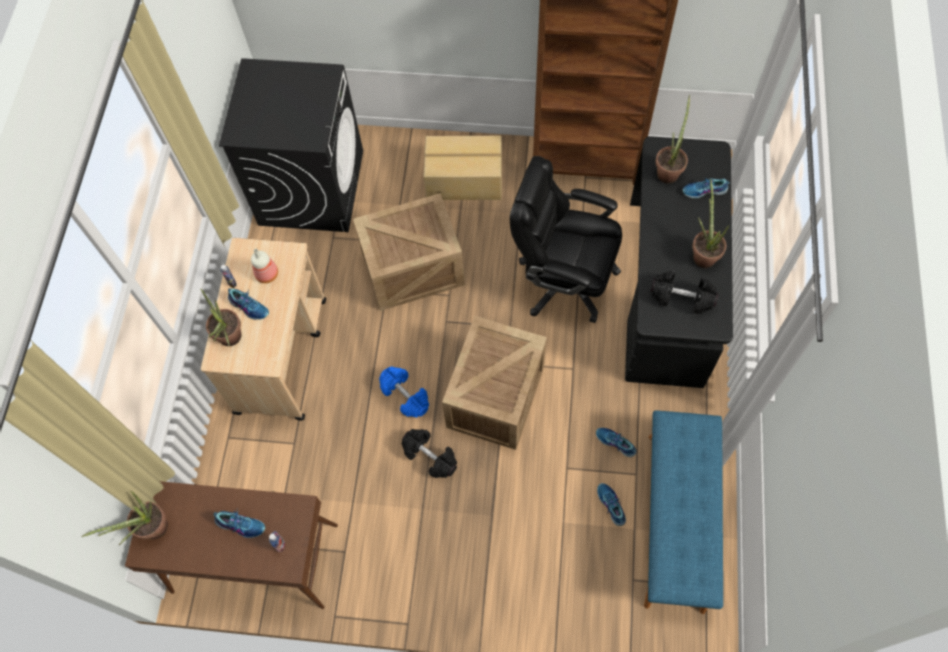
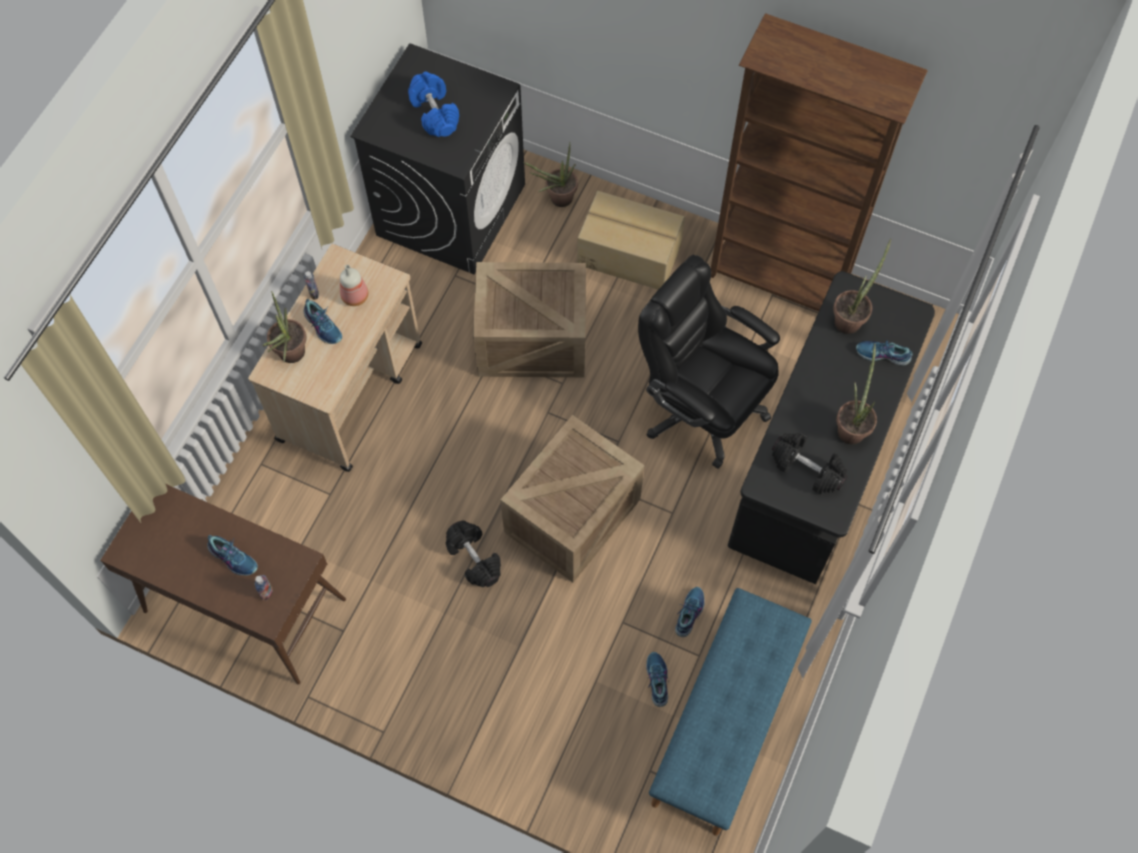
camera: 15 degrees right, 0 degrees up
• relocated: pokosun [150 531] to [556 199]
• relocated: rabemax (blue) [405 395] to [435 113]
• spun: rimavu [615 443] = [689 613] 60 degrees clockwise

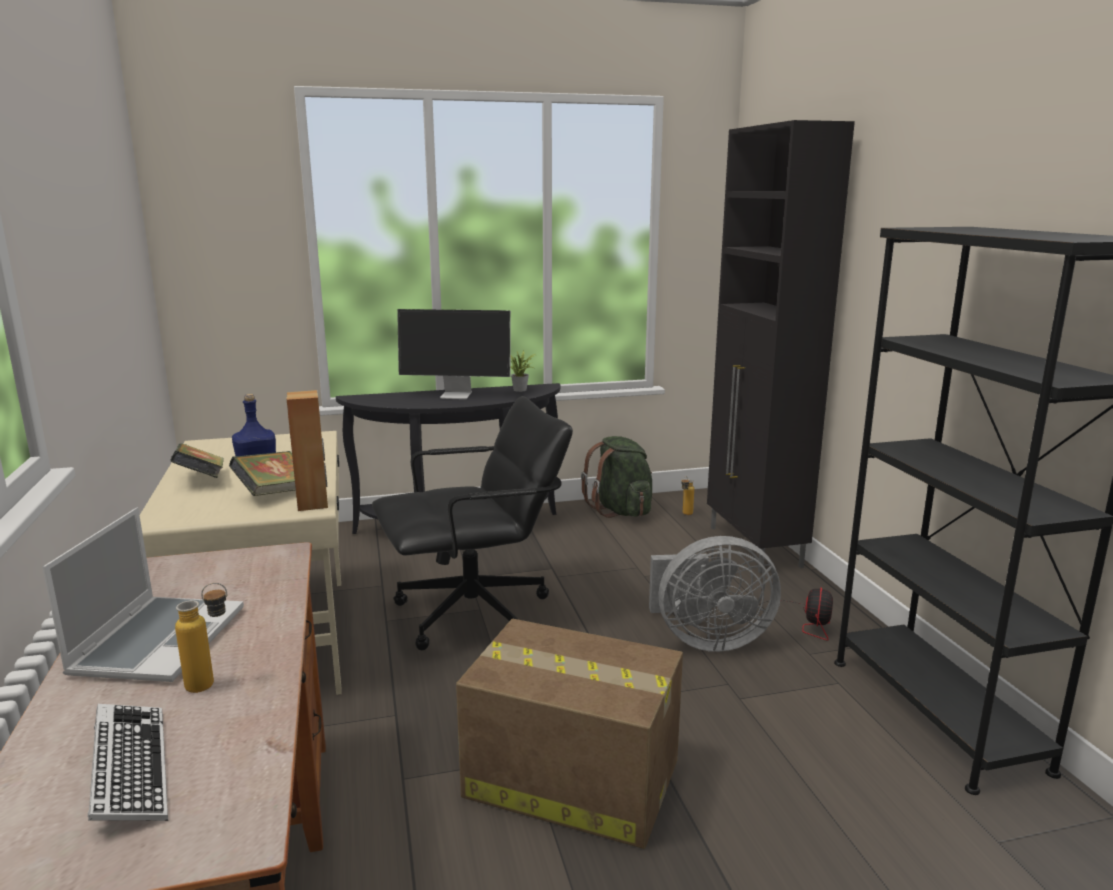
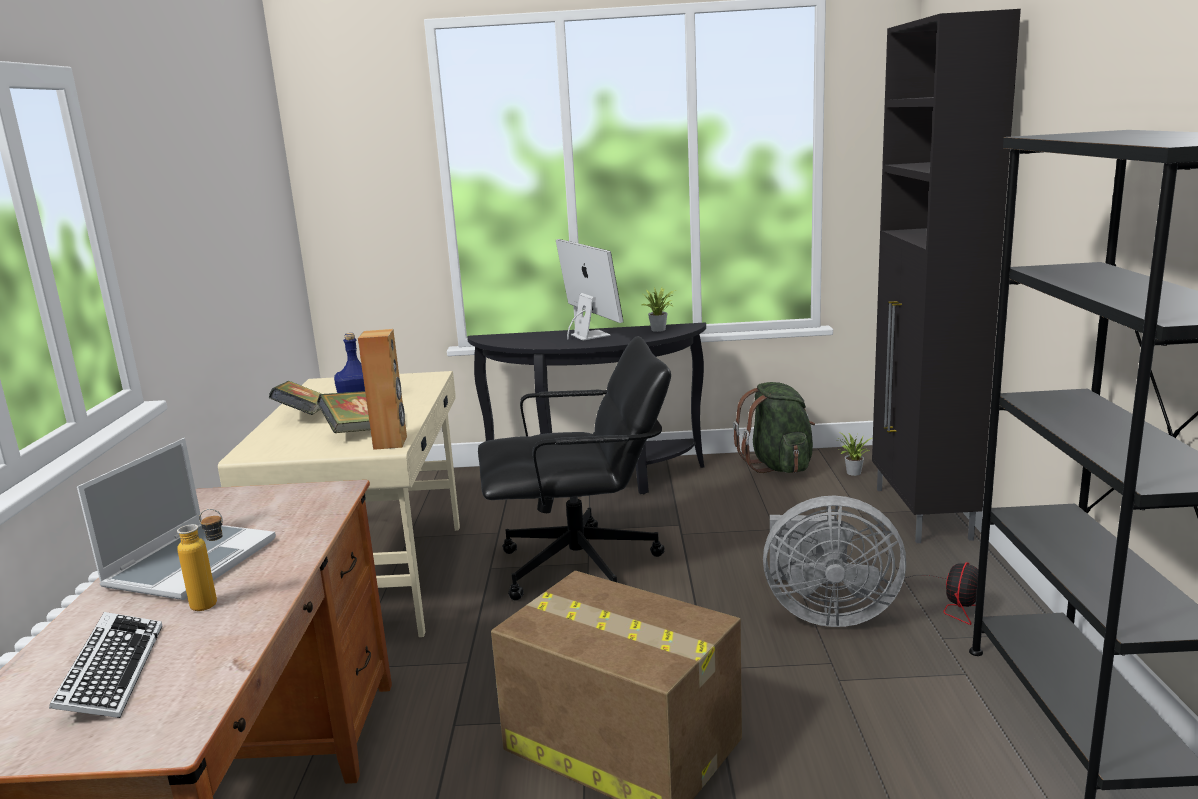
camera: 15 degrees right, 0 degrees up
• exchanged: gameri [685 514] to pokosun [852 473]
• spun: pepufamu [457 395] = [589 335] 135 degrees counterclockwise

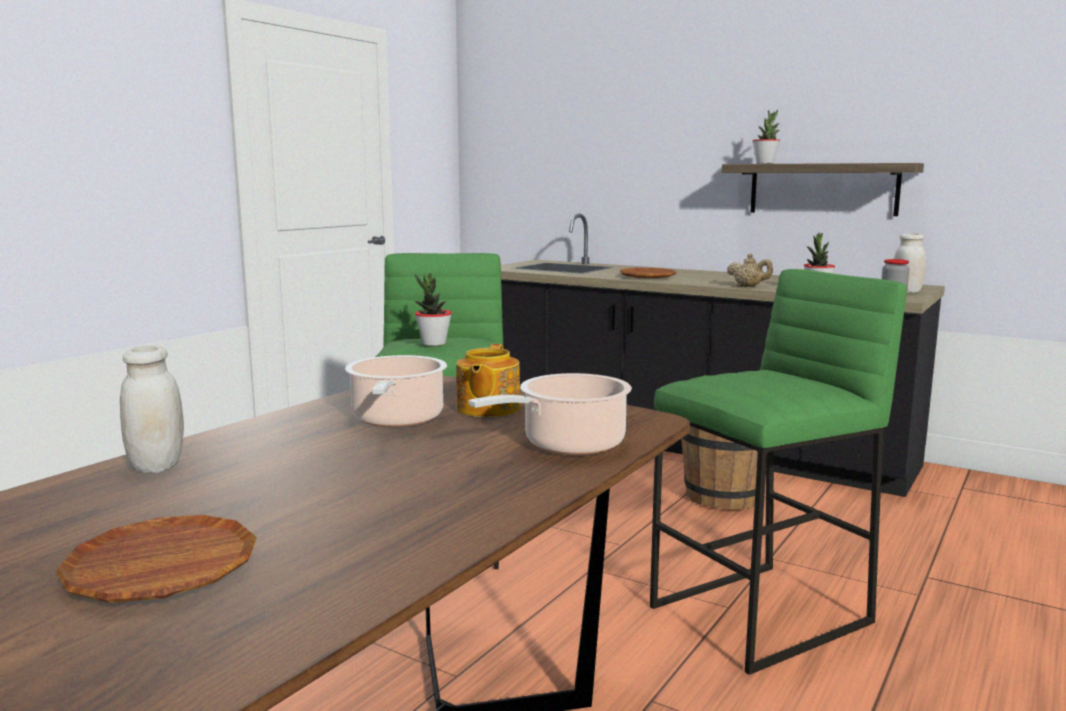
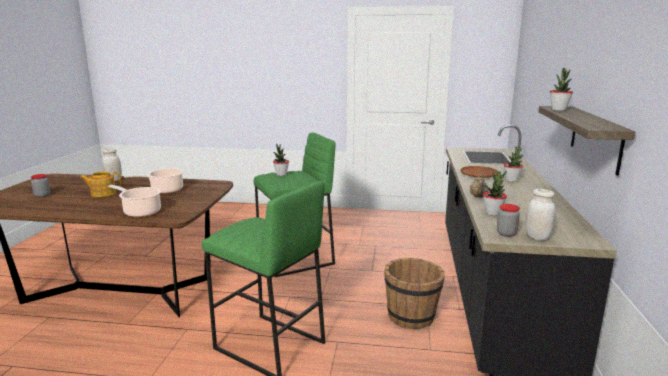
camera: 65 degrees right, 5 degrees up
• appeared: pokosun [511 180]
• relocated: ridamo [487 408] to [103 193]
• exchanged: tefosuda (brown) [162 570] to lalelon [42 195]

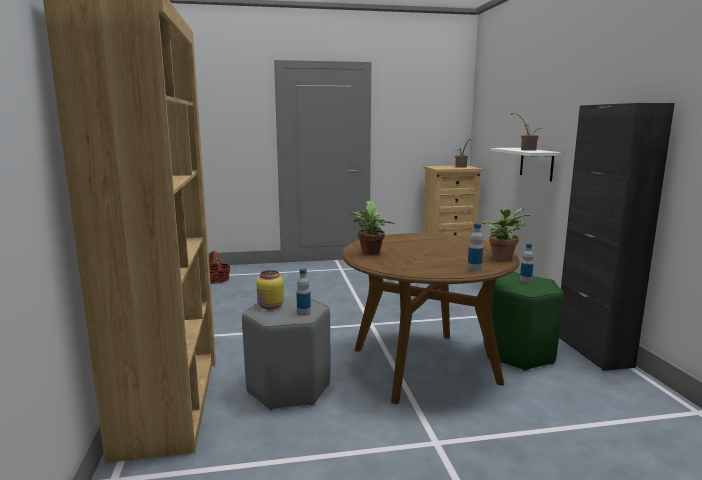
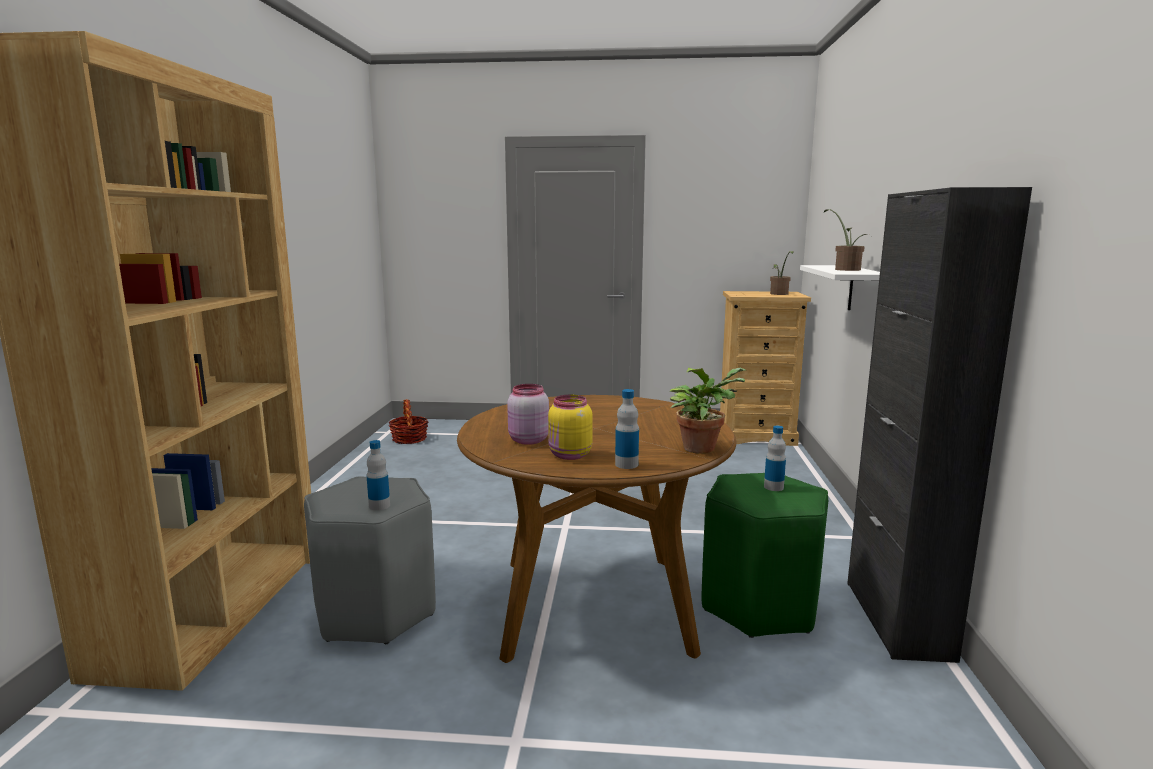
camera: 15 degrees right, 0 degrees up
• missing: pokosun [370 253]
• appeared: lalelon (pink) [527 440]
• relocated: lalelon (yellow) [270 307] to [569 455]

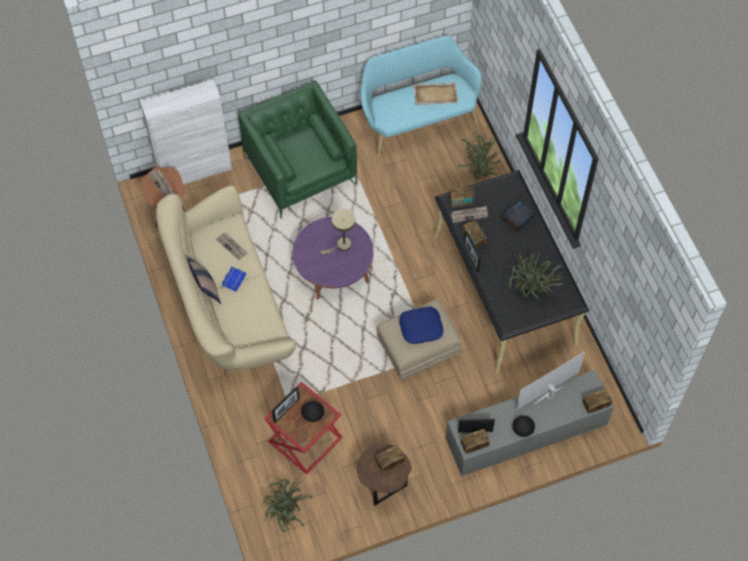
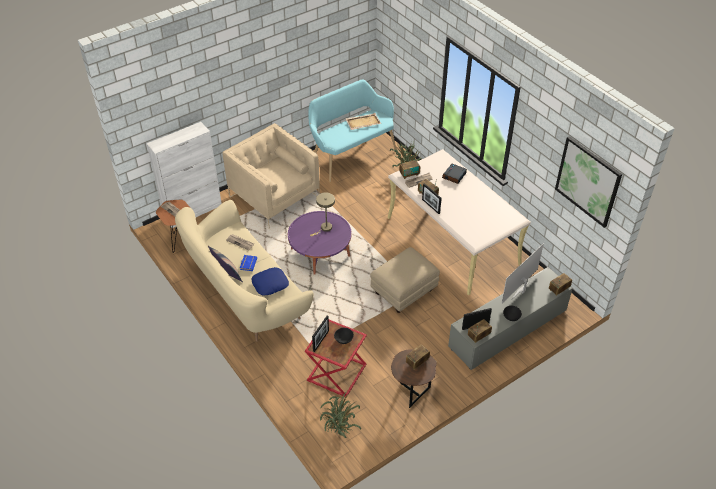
camera: 15 degrees left, 15 degrees down
• missing: pokosun [531 293]
• appeared: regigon [588 181]
• relocated: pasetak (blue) [421 327] to [270 284]
• colour: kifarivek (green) [300 171] to kifarivek (beige) [274 197]
• colour: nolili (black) [504 290] to nolili (beige) [453 240]

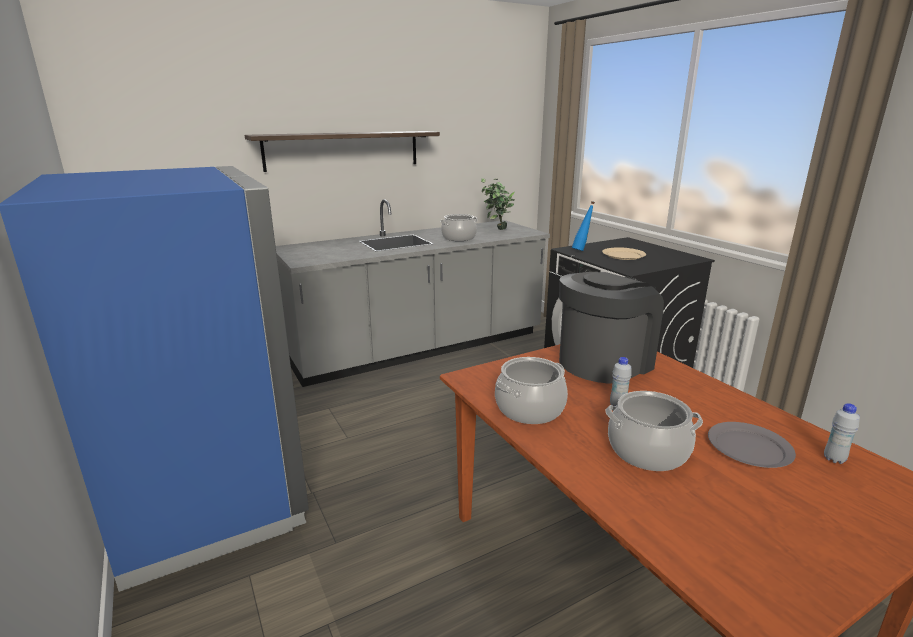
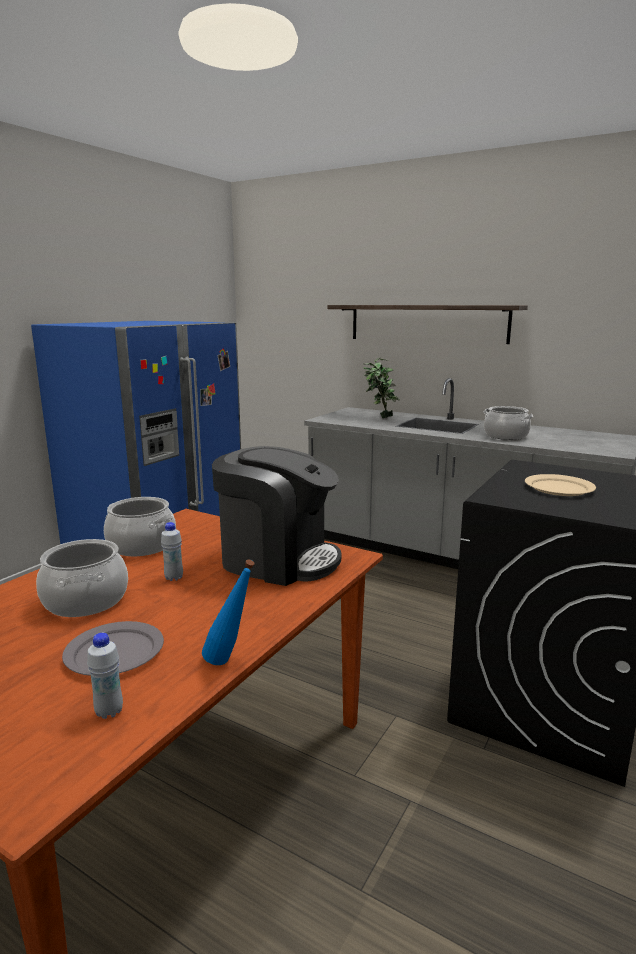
camera: 60 degrees right, 5 degrees down
• relocated: pokosun [496 229] to [379 417]
• relocated: gameri (blue) [581 250] to [230 663]

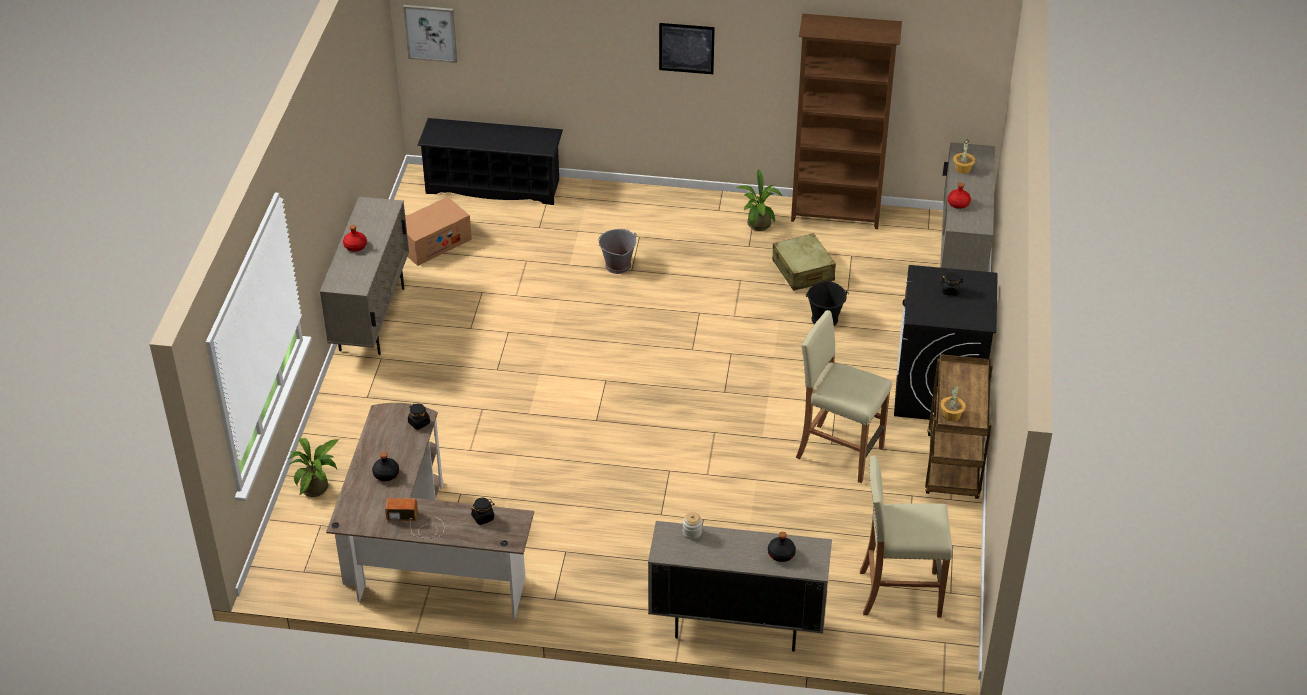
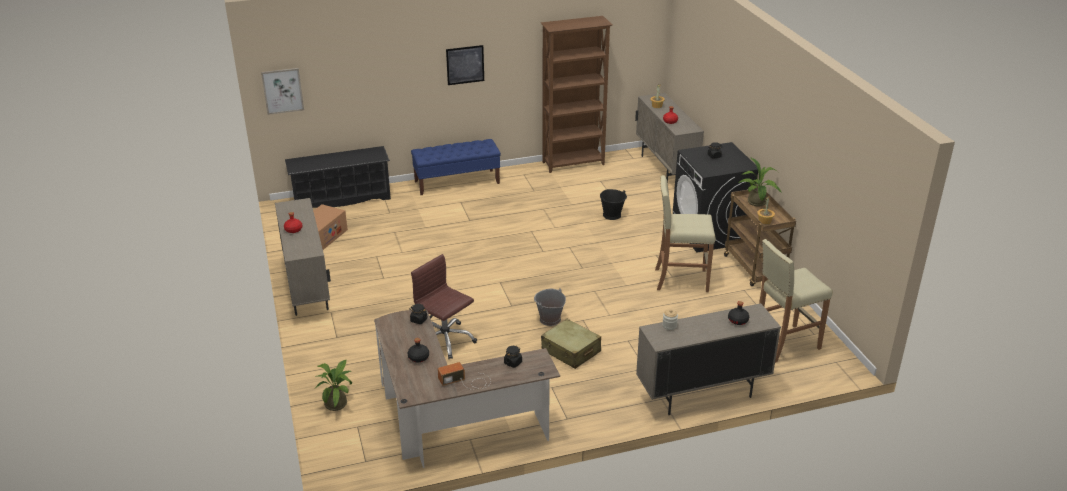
camera: 25 degrees left, 10 degrees down
• appeared: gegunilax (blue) [457 182]
• appeared: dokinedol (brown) [445 340]
• relocated: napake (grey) [617 265] to [549 319]
• relocated: pokosun [758 226] to [757 203]
• relocated: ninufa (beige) [803 271] to [571 351]

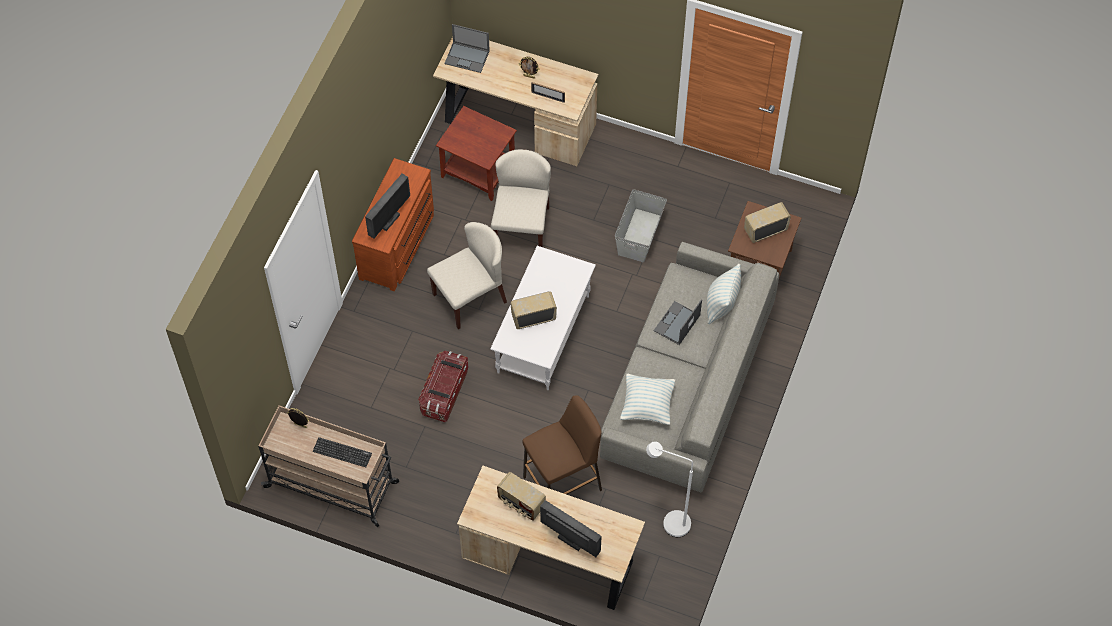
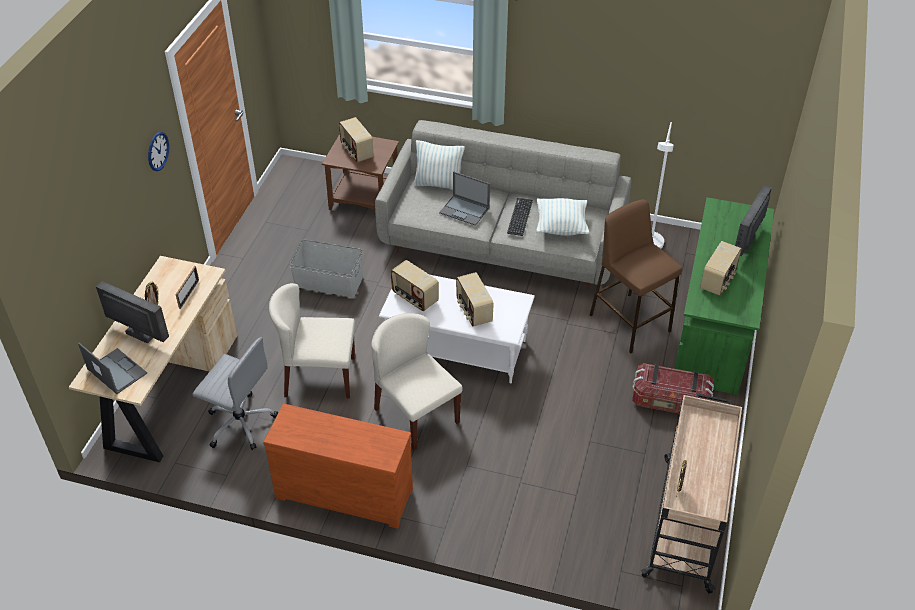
camera: 95 degrees left, 15 degrees down
• appeared: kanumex [158 151]
• appeared: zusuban [414 298]
• relocated: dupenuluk [342 452] to [519 217]
• relocated: pepufamu [389 221] to [139 336]
• relocated: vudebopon [444 393] to [670 402]
• exchanged: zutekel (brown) [477 172] to dokinedol (grey) [240 423]
• colour: nolili (beige) [551 560] to nolili (green) [715 326]
• spun: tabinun [467 57] = [116 371] 60 degrees counterclockwise

